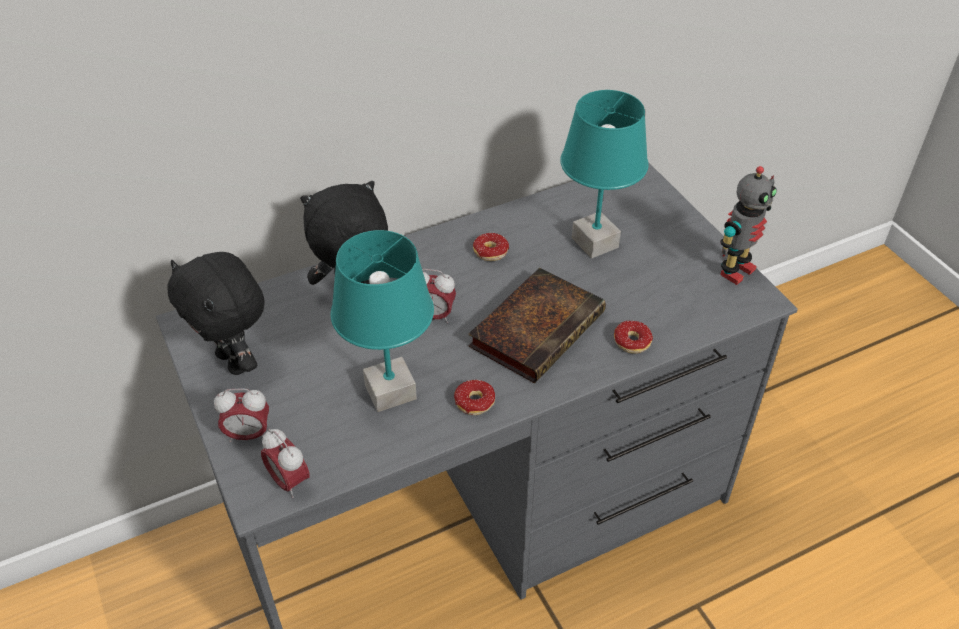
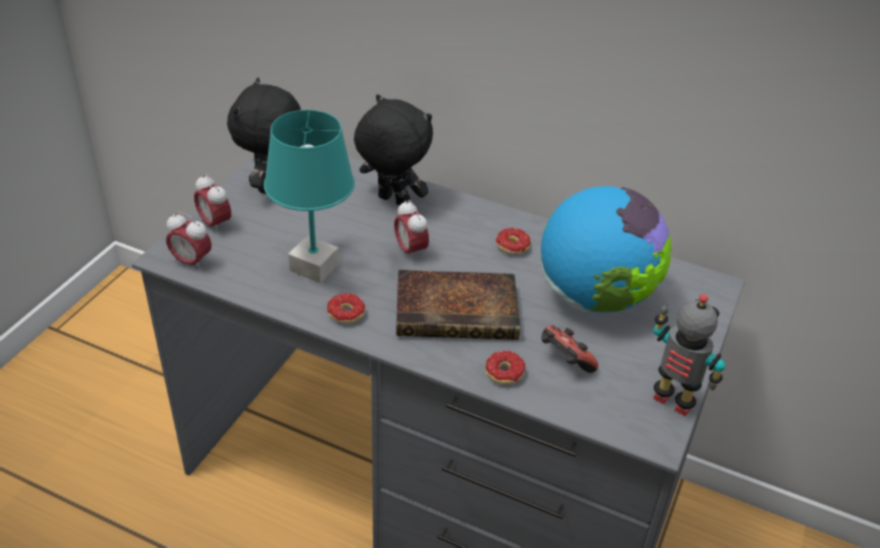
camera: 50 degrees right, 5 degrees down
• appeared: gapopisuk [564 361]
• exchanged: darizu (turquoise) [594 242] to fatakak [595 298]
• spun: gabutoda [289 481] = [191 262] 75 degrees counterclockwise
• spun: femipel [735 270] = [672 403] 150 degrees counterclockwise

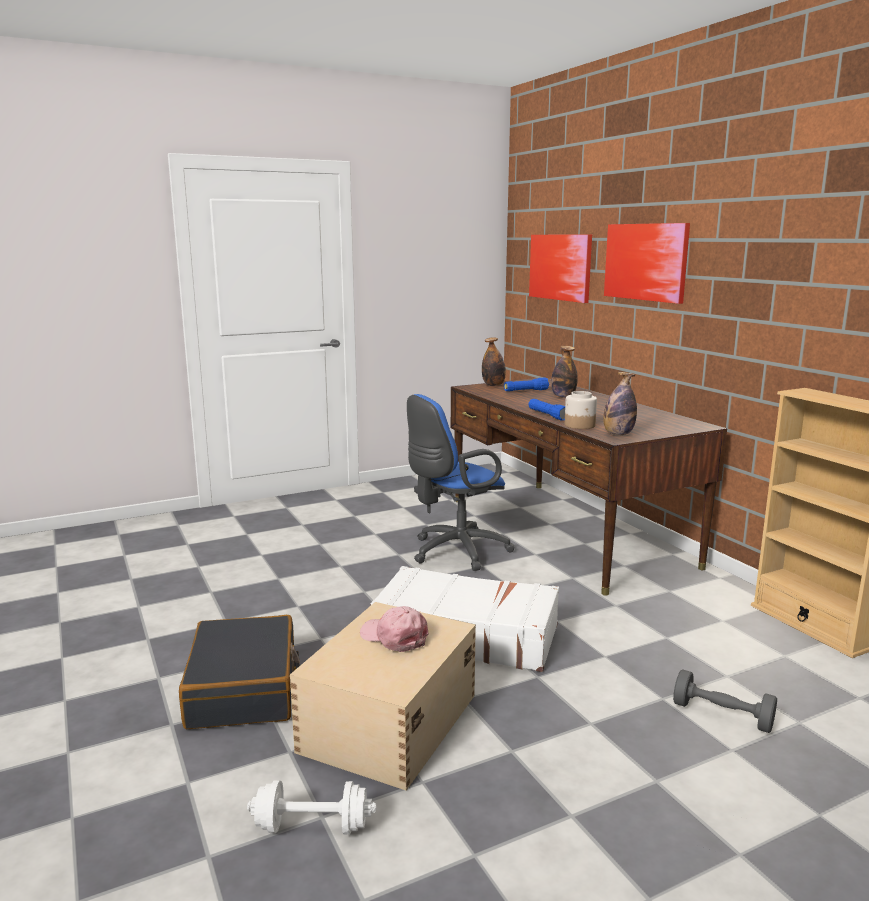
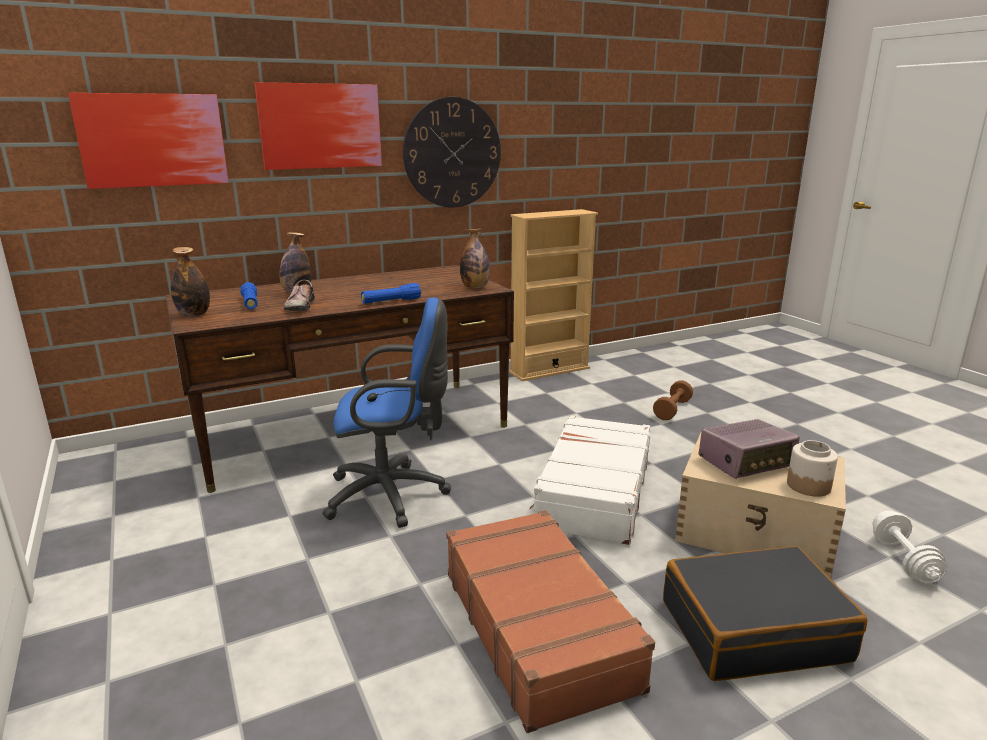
camera: 90 degrees left, 5 degrees up
• appeared: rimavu [299 306]
• appeared: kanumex [452 153]
• appeared: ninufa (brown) [539 627]
• relocated: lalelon [580 425] to [808 486]
• exchanged: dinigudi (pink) [394 637] to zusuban [745 463]
• colour: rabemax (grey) [722 715] to rabemax (brown) [672 410]
• spun: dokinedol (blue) [455 552] = [393 495] 60 degrees counterclockwise

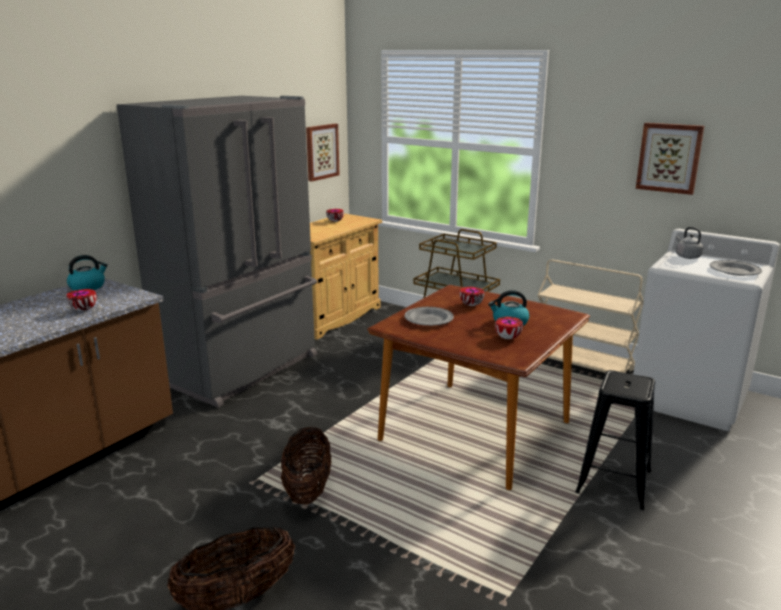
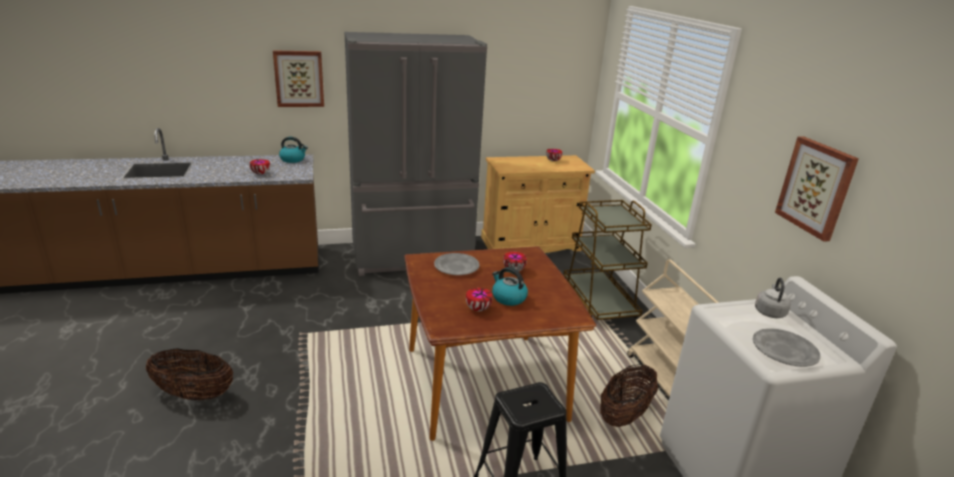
camera: 40 degrees right, 5 degrees up
• relocated: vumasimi [307 489] to [624 414]
• relocated: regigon [321 152] to [299 78]

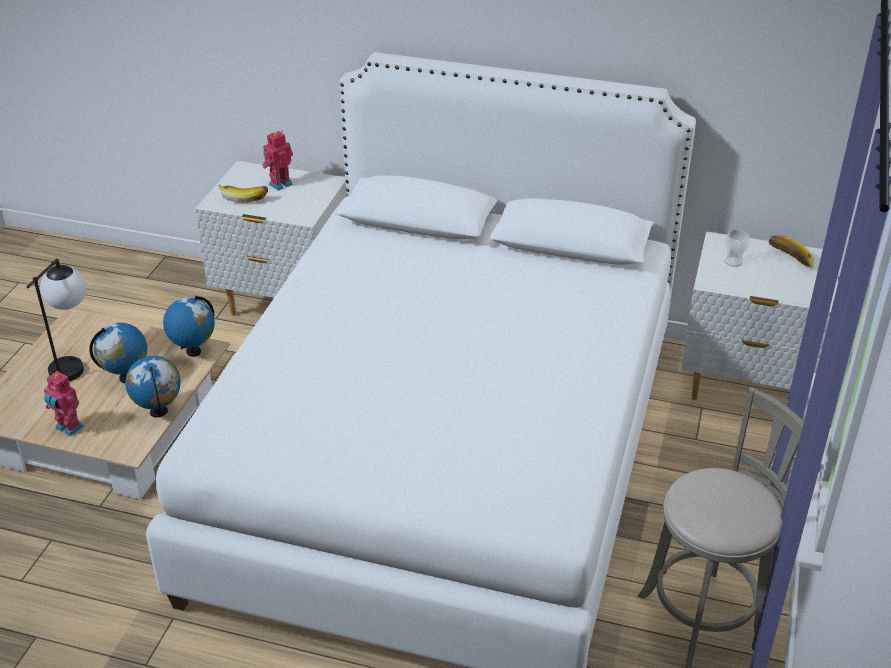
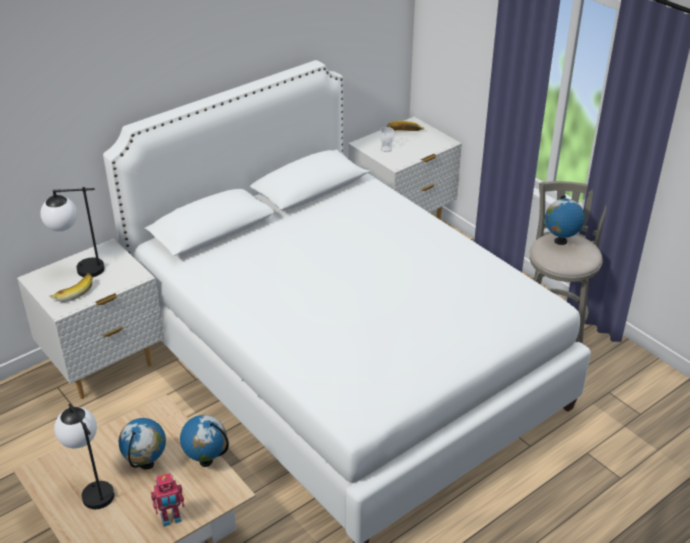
camera: 55 degrees left, 0 degrees up
• relocated: fatakak [193 351] to [560 241]
• exchanged: femipel [279 184] to darizu [79 270]

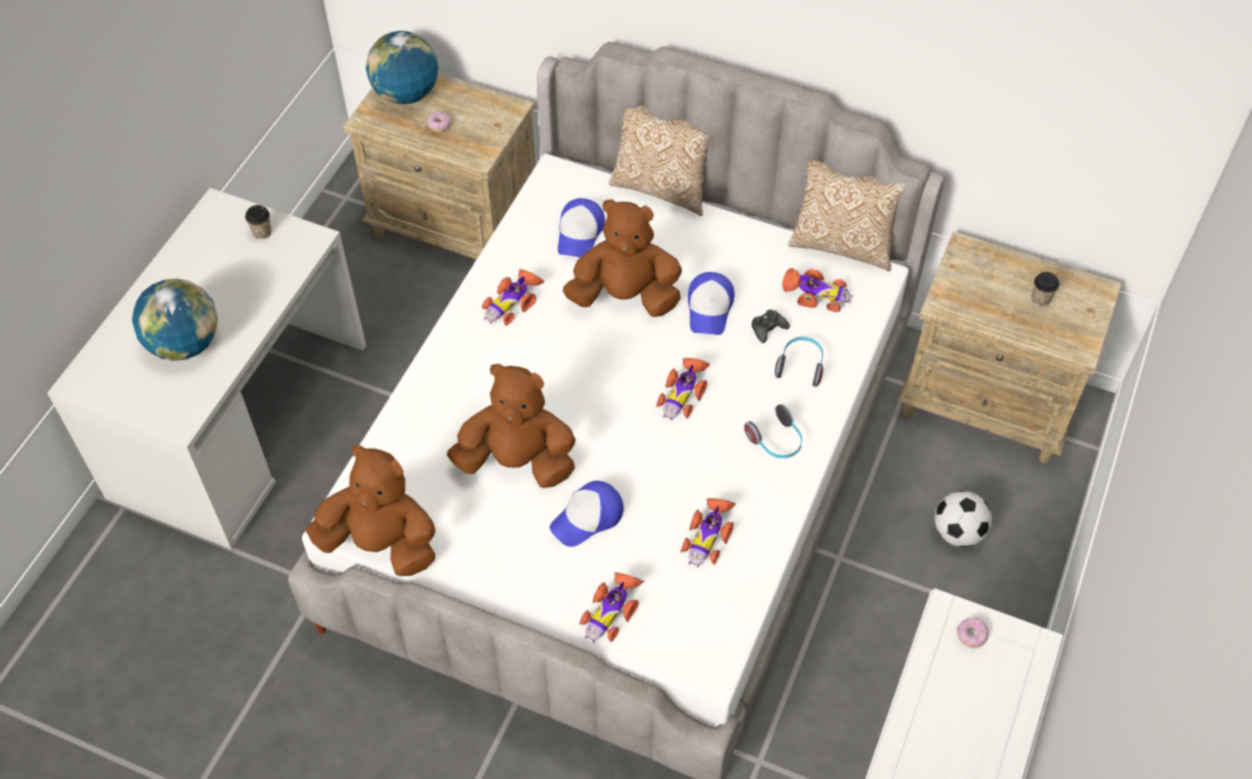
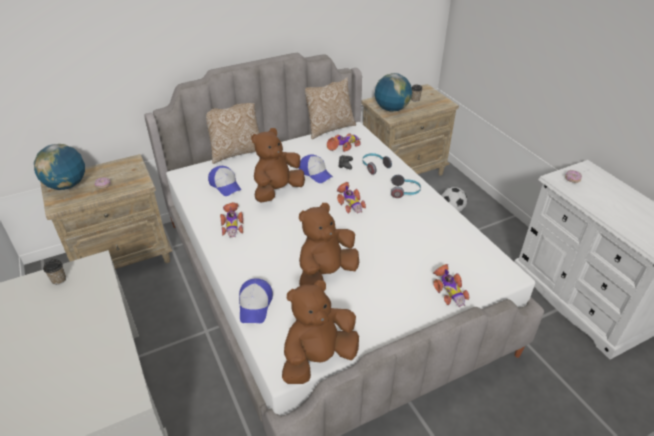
camera: 50 degrees left, 15 degrees down
• missing: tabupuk [708 536]
• relocated: fatakak [185 344] to [391 109]
• relocated: dinigudi [588 518] to [255 305]

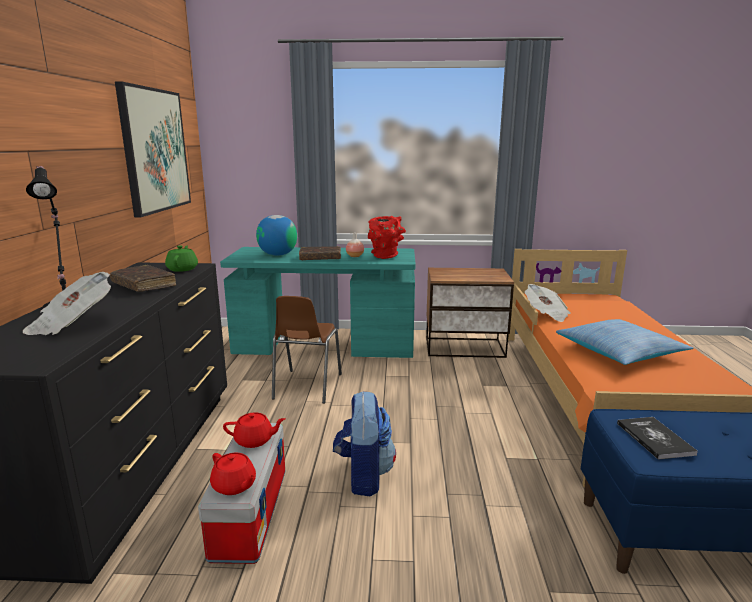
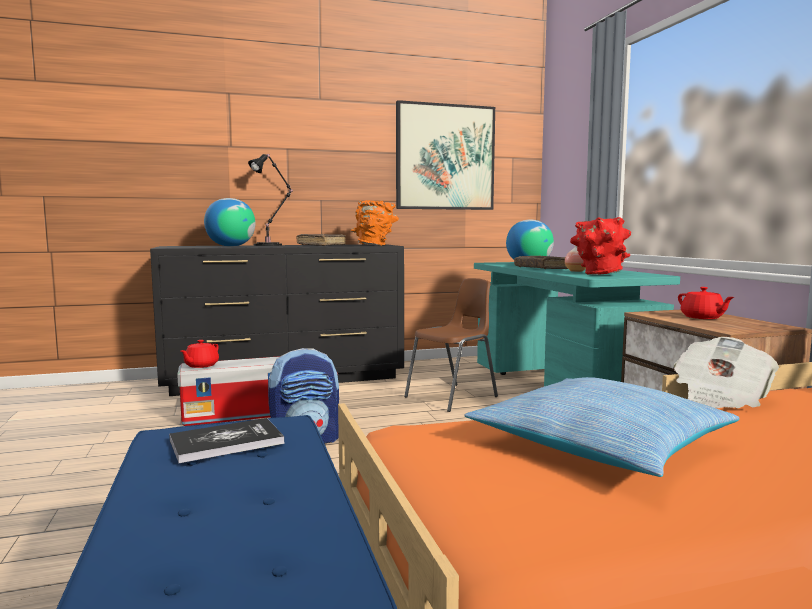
camera: 70 degrees right, 10 degrees down
• relocated: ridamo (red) [254 440] to [702 317]
• exchanged: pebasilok [72 324] to fatakak [230 246]
• exchanged: ridamo (green) [183 269] to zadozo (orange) [375 245]
• spun: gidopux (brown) [306 387] = [453 397] 150 degrees clockwise

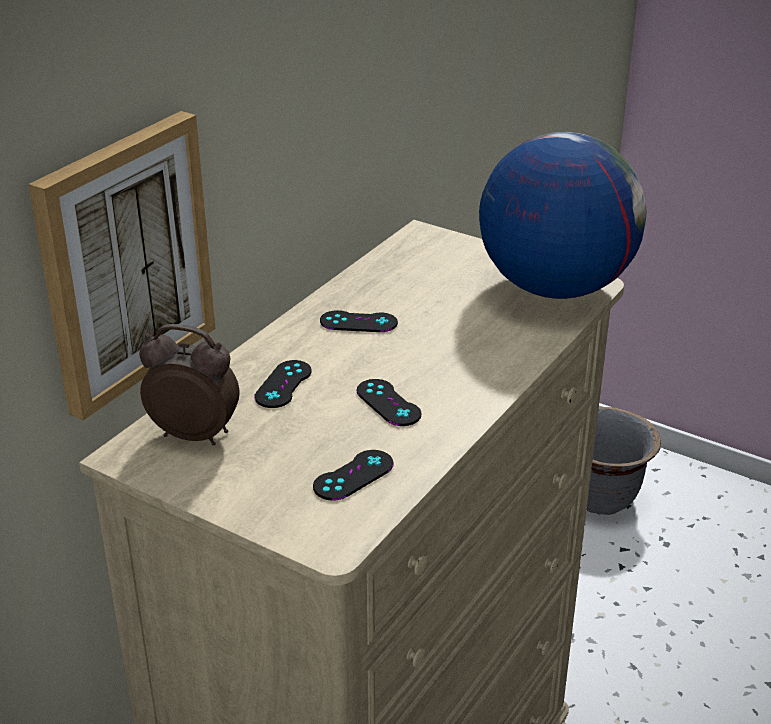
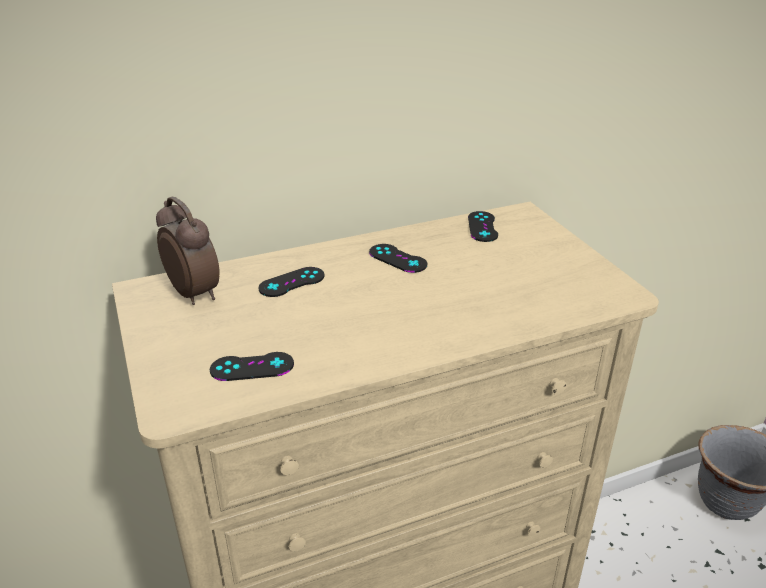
camera: 35 degrees right, 0 degrees up
• missing: regigon [125 262]
• missing: fatakak [554 287]
• relocated: gapopisuk (black) [388 403] to [482 227]

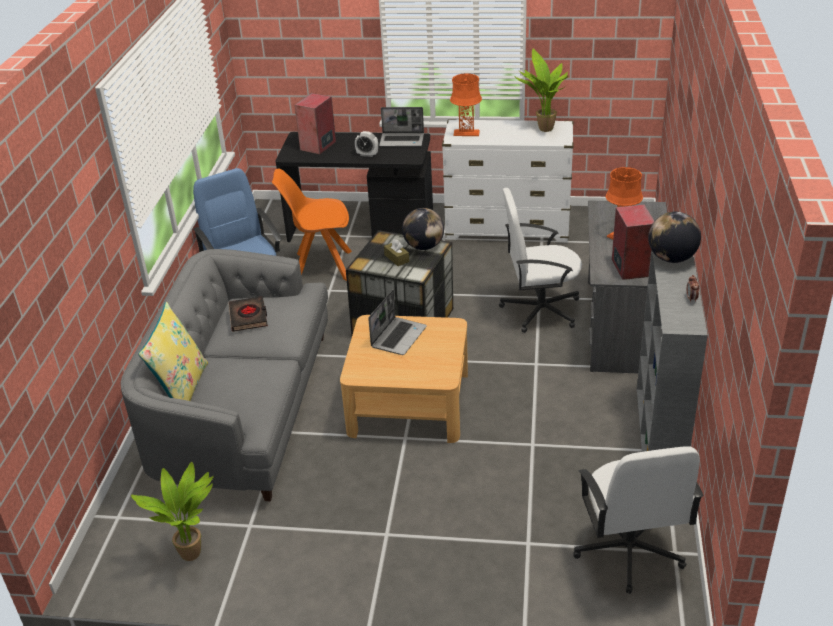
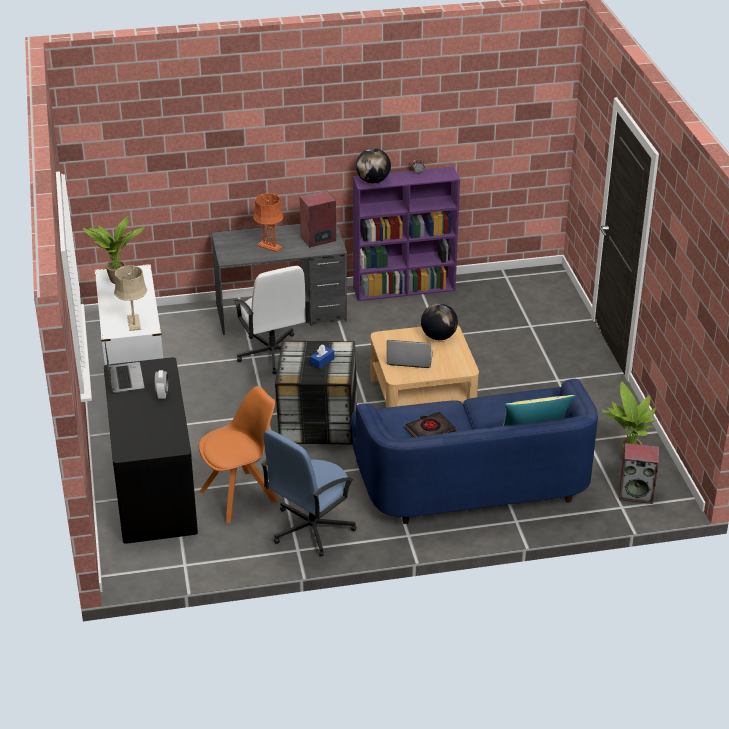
camera: 110 degrees left, 0 degrees up
• missing: dokinedol (white) [628 551]
• relocated: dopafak [318 146] to [636 493]
• relocated: fatakak [424 246] to [438 337]
• colour: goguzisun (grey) [244 409] to goguzisun (blue) [473 481]
• colour: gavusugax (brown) [396 258] to gavusugax (blue) [322 361]
• colour: darizu (orange) [466 133] to darizu (beige) [133 323]
• colour: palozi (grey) [659 436] to palozi (purple) [405 288]
• spun: gidopux (orange) [320 267] = [241 495] 105 degrees counterclockwise

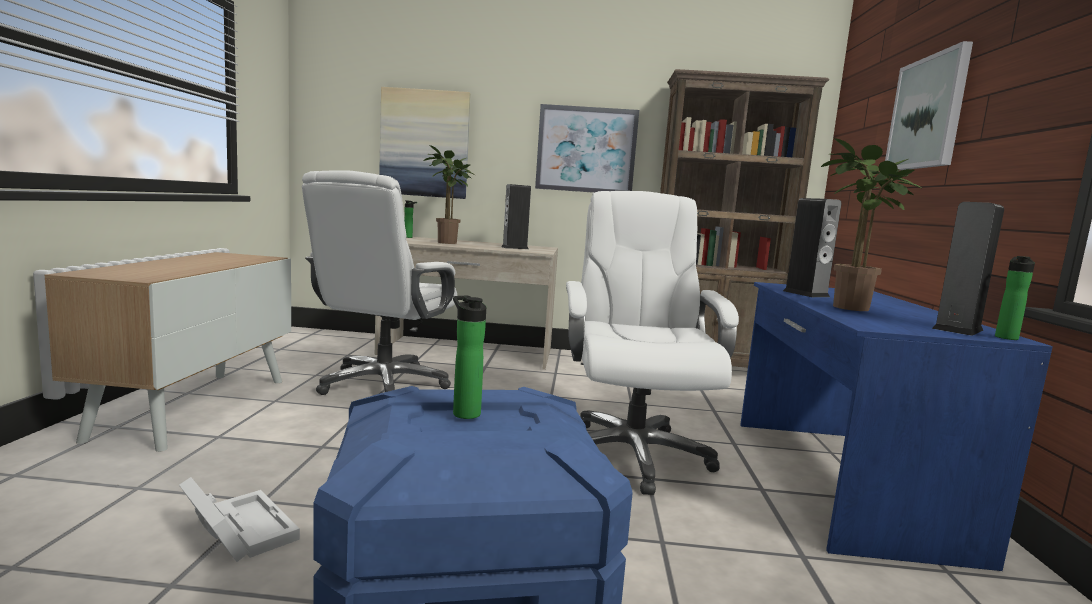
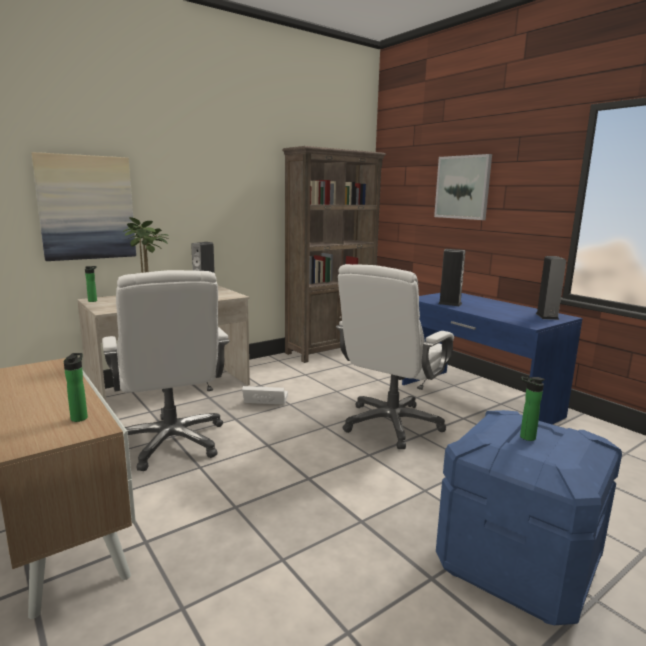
camera: 40 degrees left, 5 degrees up
• missing: regigon [586 150]
• missing: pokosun [851 309]
• relocated: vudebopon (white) [237 530] to [264 400]
• relocated: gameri [1006 337] to [80 417]
• spun: dokinedol (white) [632 454] = [391 424] 105 degrees counterclockwise

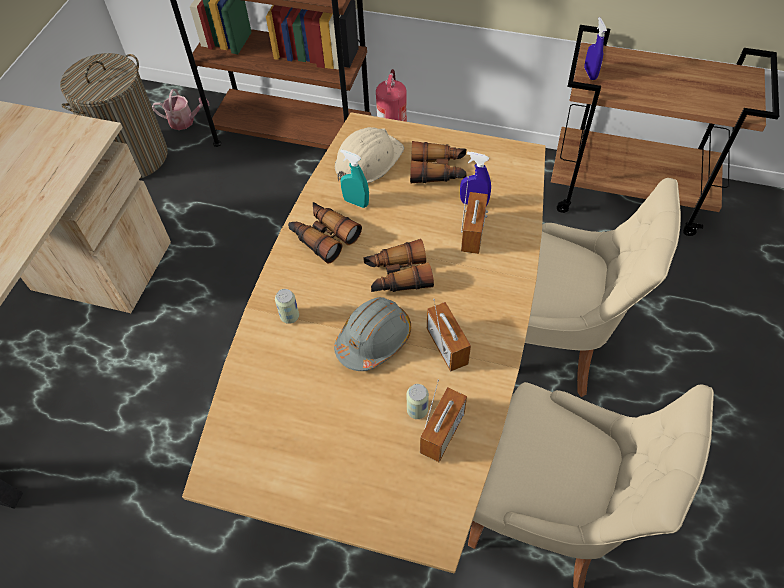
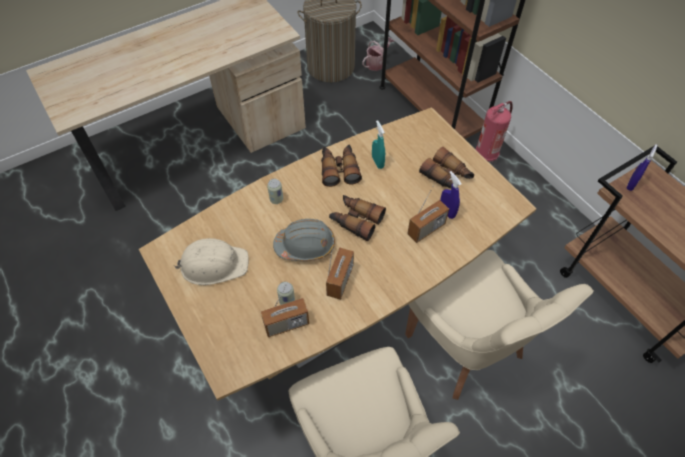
camera: 40 degrees right, 0 degrees up
• relocated: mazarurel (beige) [367 160] to [213 264]
• spun: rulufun [185 121] = [377 63] 90 degrees counterclockwise

